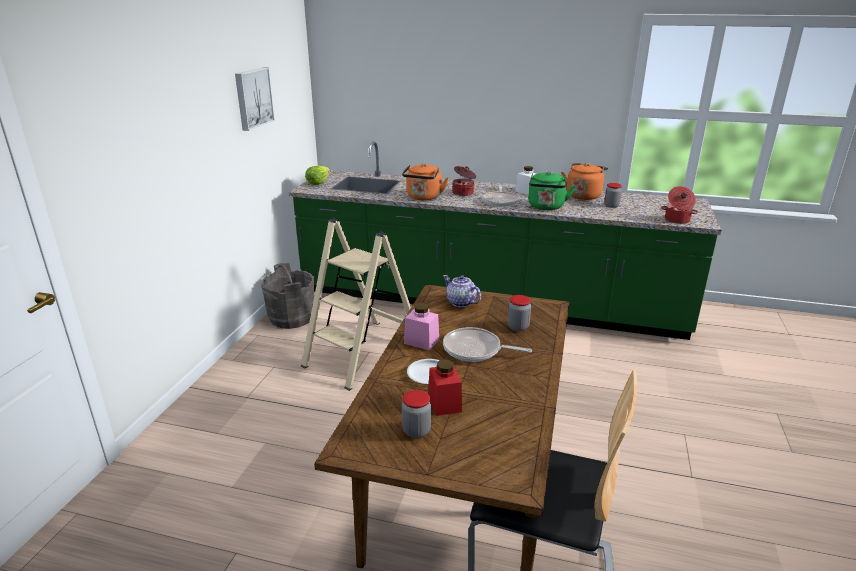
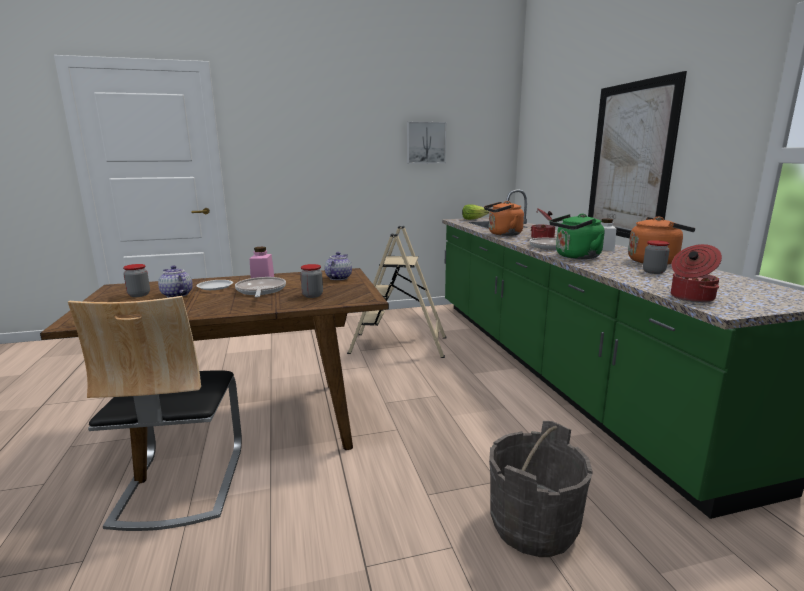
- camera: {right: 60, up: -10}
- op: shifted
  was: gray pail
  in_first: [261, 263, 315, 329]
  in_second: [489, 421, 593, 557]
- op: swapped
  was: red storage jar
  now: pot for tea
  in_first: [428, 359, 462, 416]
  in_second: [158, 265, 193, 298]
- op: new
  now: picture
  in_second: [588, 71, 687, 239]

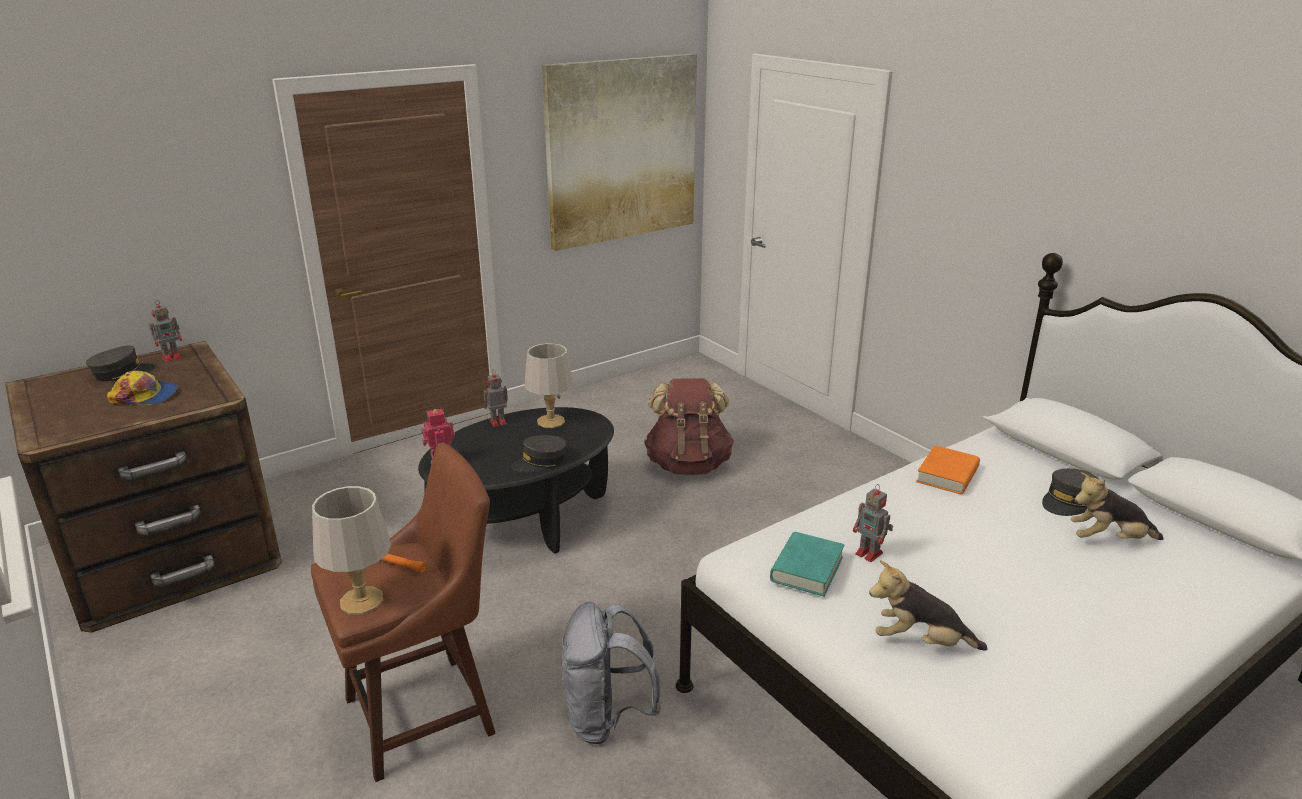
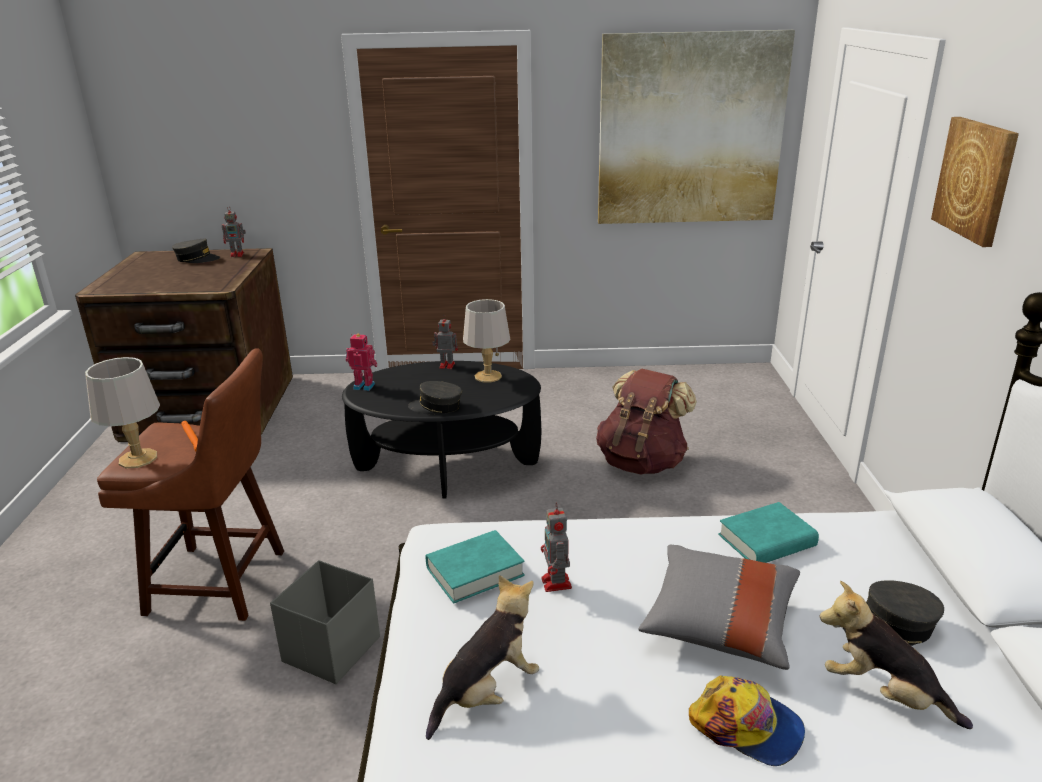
- camera: {right: 35, up: 0}
- op: shifted
  was: cap
  in_first: [107, 370, 178, 406]
  in_second: [689, 675, 805, 766]
- op: repainted
  was: orangey bound book
  now: turquoise bound book
  in_first: [916, 445, 980, 494]
  in_second: [718, 502, 819, 563]
- op: rotated
  was: soft toy
  in_first: [869, 560, 987, 651]
  in_second: [426, 575, 539, 740]
  clockwise: 90
- op: swapped
  was: gray rucksack
  now: gray storage bin
  in_first: [562, 602, 661, 744]
  in_second: [270, 560, 380, 684]
- op: new
  now: picture
  in_second: [931, 117, 1019, 247]
- op: new
  now: gray cushion
  in_second: [638, 545, 800, 670]

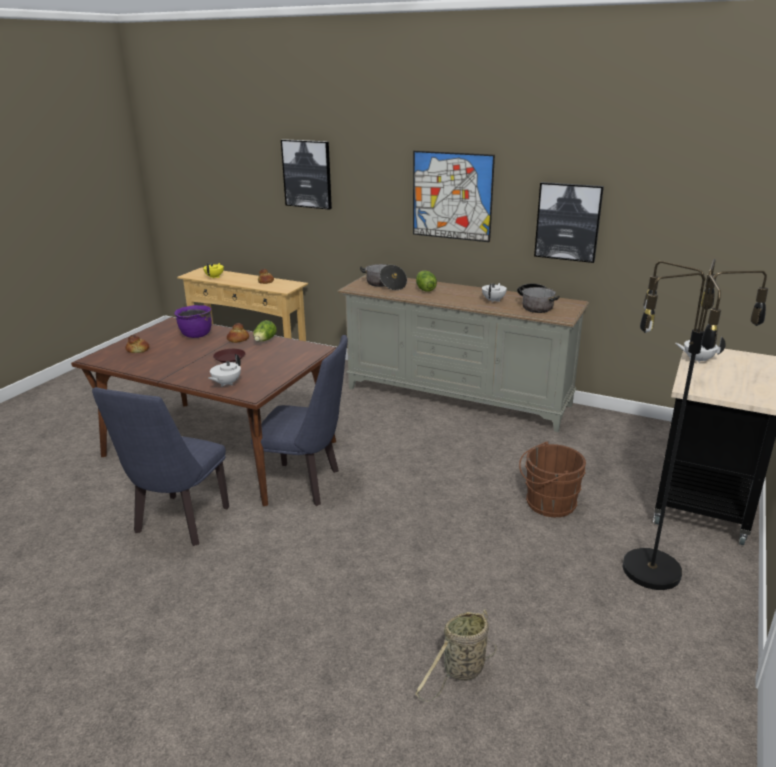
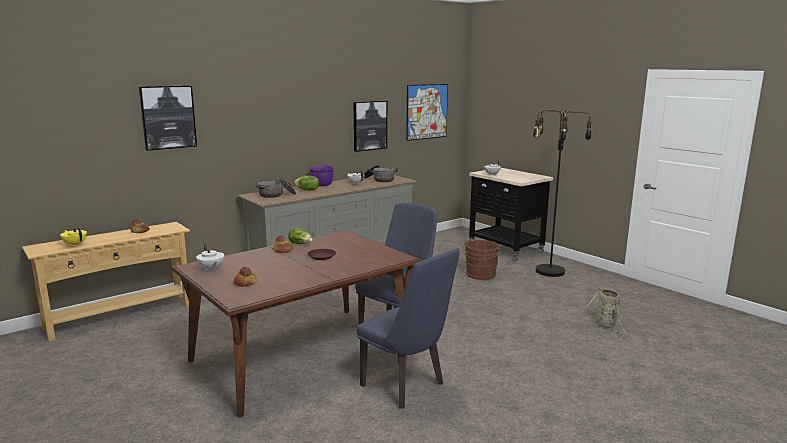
- camera: {right: -65, up: -10}
- op: shifted
  was: picture
  in_first: [413, 151, 495, 242]
  in_second: [406, 84, 448, 141]
- op: shifted
  was: purplish cooking pot
  in_first: [174, 305, 212, 338]
  in_second: [309, 165, 334, 186]
- op: shifted
  was: white-coloured pot for tea
  in_first: [208, 354, 241, 387]
  in_second: [196, 243, 224, 271]

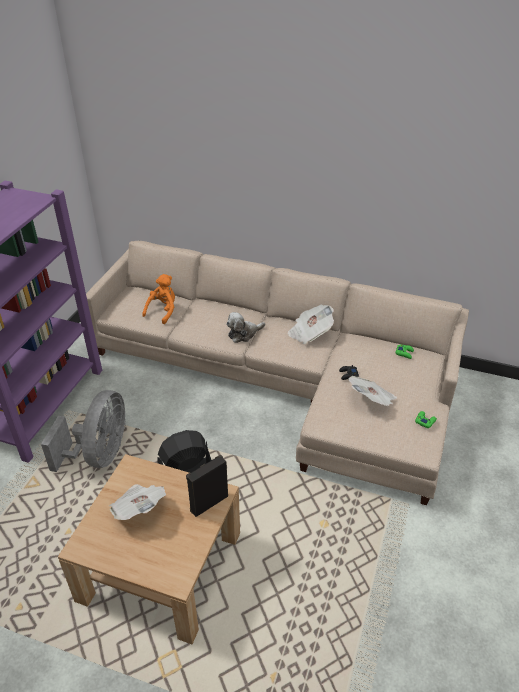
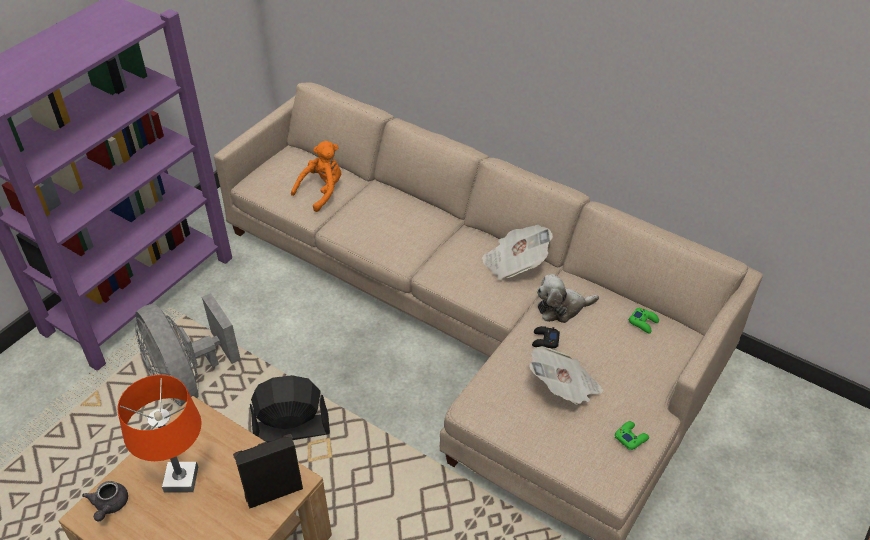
- camera: {right: 15, up: 5}
- op: shifted
  was: soft toy
  in_first: [226, 312, 265, 343]
  in_second: [537, 274, 599, 323]
- op: rotated
  was: gray cooling fan
  in_first: [41, 390, 126, 472]
  in_second: [135, 293, 241, 406]
  clockwise: 120
- op: swapped
  was: printed paper
  now: orangey table lamp
  in_first: [109, 484, 166, 520]
  in_second: [117, 375, 202, 493]
- op: new
  now: gray pot for tea
  in_second: [82, 481, 128, 522]

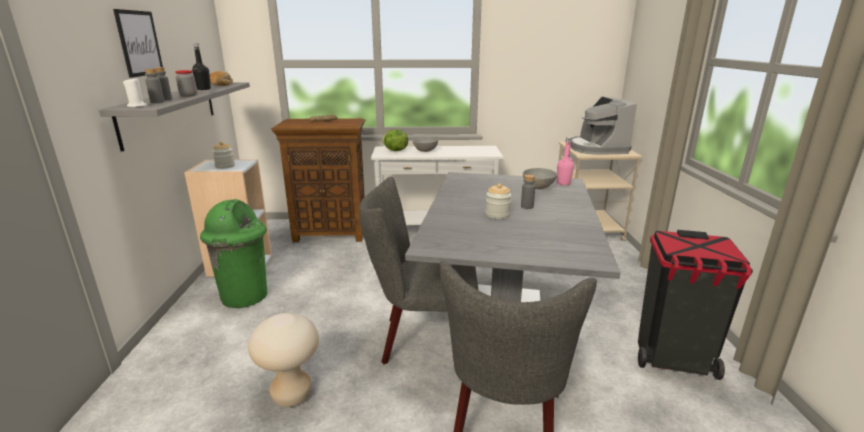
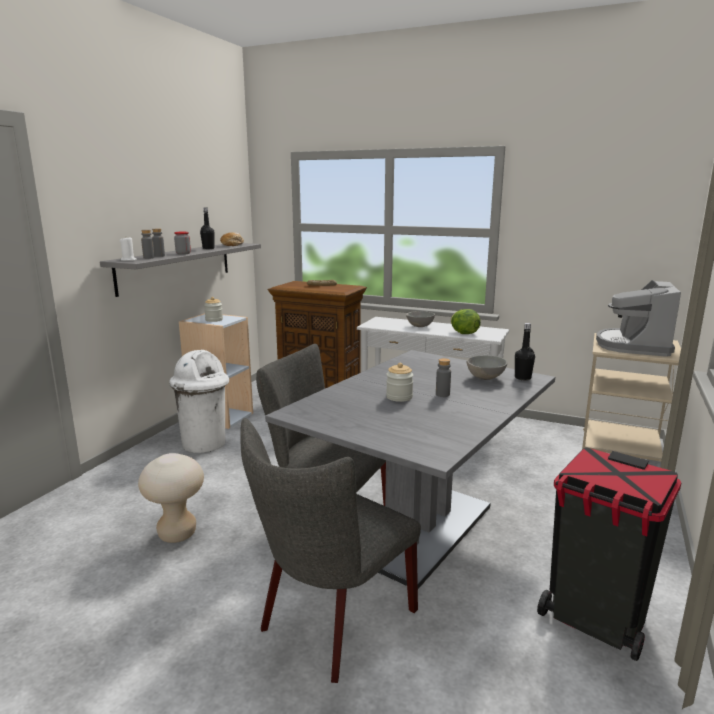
- camera: {right: 25, up: -5}
- op: gone
  was: picture
  in_first: [113, 9, 163, 78]
- op: shifted
  was: lettuce
  in_first: [382, 129, 408, 151]
  in_second: [451, 309, 481, 334]
- op: repainted
  was: pink bottle
  now: blackish bottle
  in_first: [557, 137, 574, 185]
  in_second: [515, 323, 535, 380]
- op: repainted
  was: green waste bin
  now: white-coloured waste bin
  in_first: [200, 199, 267, 308]
  in_second: [169, 350, 229, 453]

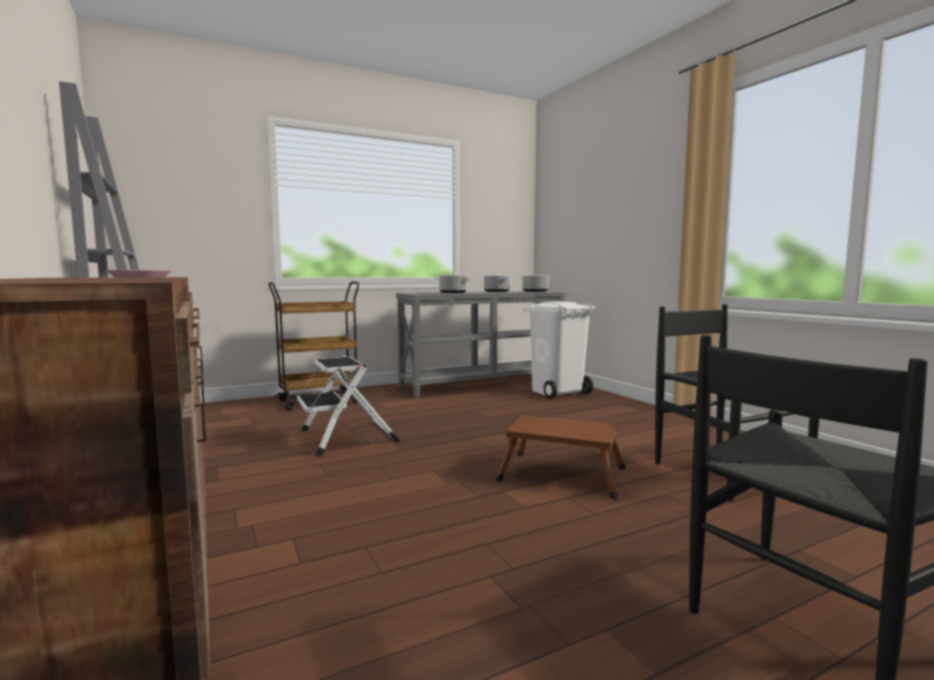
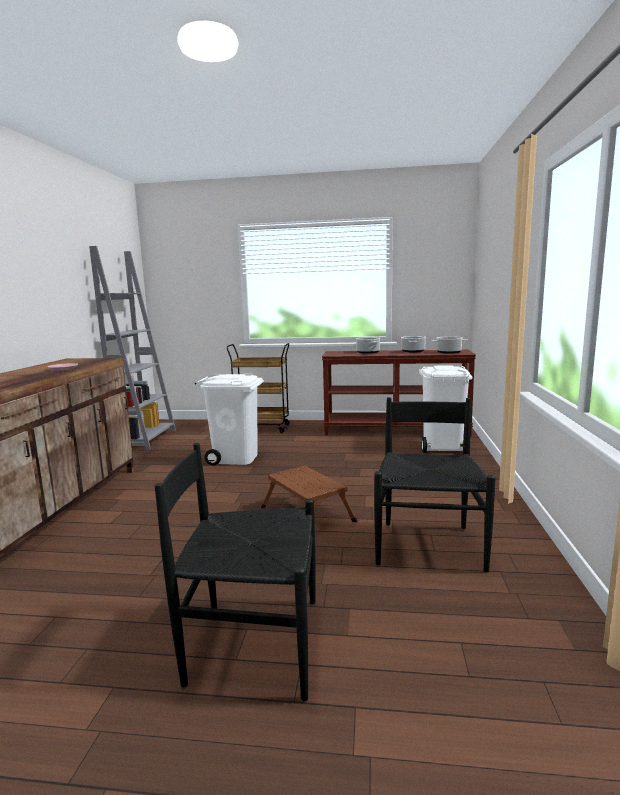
- camera: {right: 35, up: 5}
- op: repainted
  was: gray narrow table
  now: brown narrow table
  in_first: [396, 291, 566, 398]
  in_second: [322, 349, 476, 437]
- op: swapped
  was: step ladder
  now: white-coloured waste bin
  in_first: [297, 354, 401, 457]
  in_second: [195, 374, 264, 466]

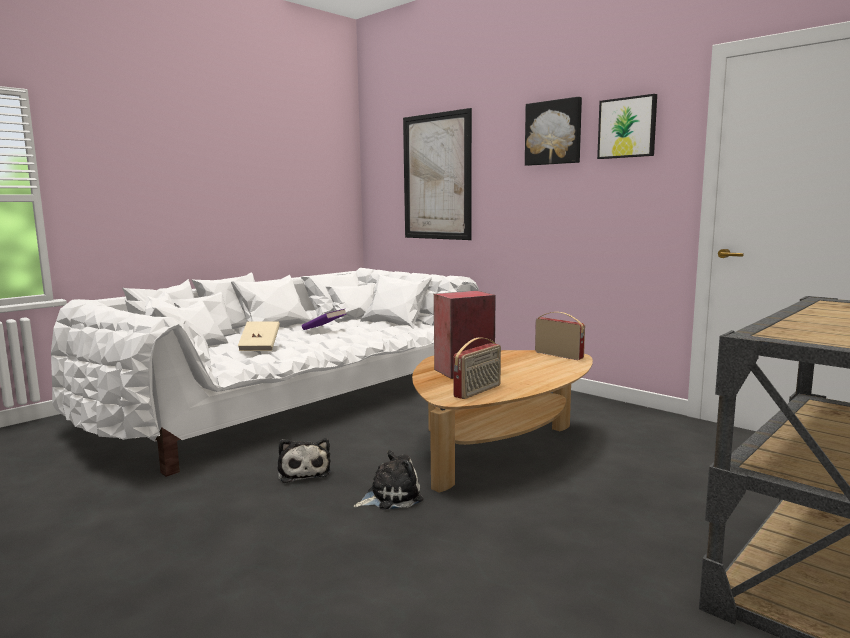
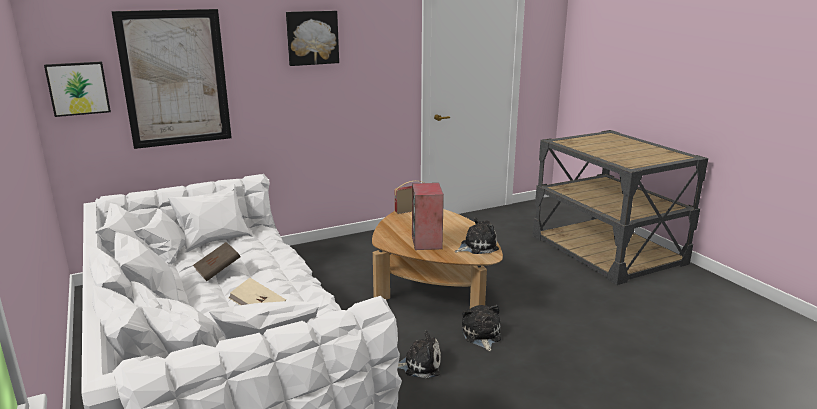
- camera: {right: -70, up: 10}
- op: shifted
  was: picture
  in_first: [597, 94, 657, 159]
  in_second: [44, 61, 111, 117]
- op: repainted
  was: purplish bound book
  now: brown bound book
  in_first: [302, 309, 346, 330]
  in_second: [193, 242, 241, 281]
- op: swapped
  was: radio receiver
  now: soft toy
  in_first: [453, 337, 501, 399]
  in_second: [455, 218, 499, 254]

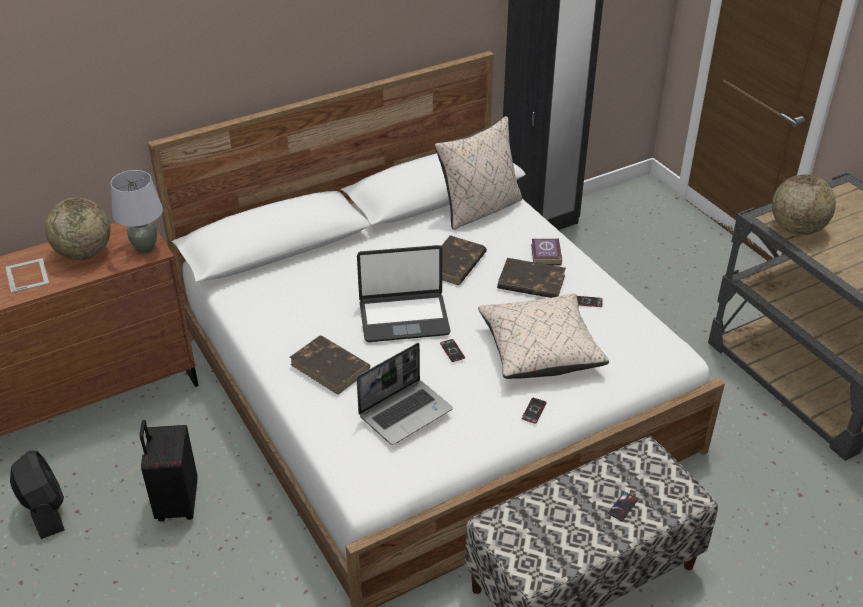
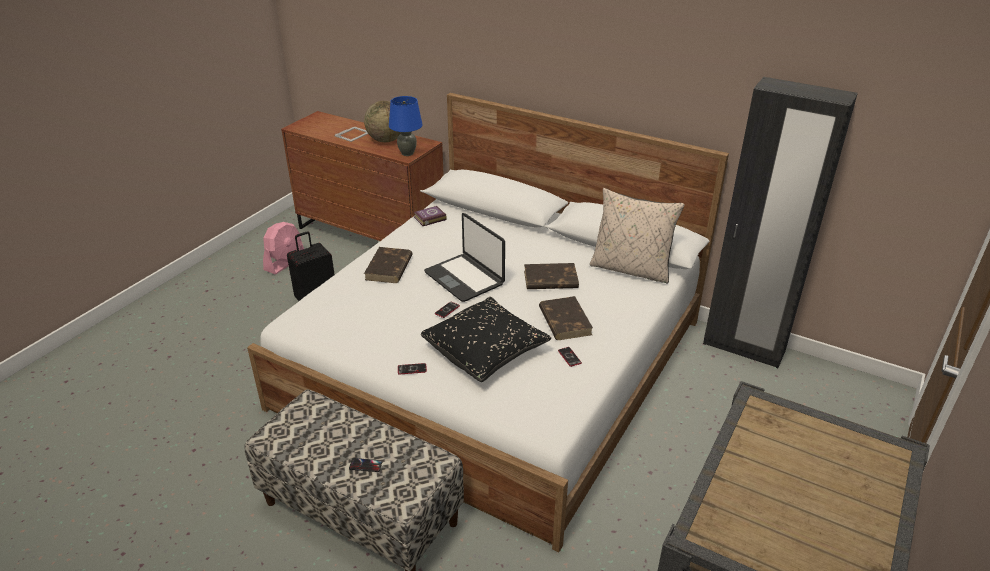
- camera: {right: 60, up: -5}
- op: repainted
  was: gray table lamp
  now: blue table lamp
  in_first: [111, 170, 163, 254]
  in_second: [389, 96, 423, 156]
- op: gone
  was: world globe
  in_first: [772, 174, 836, 235]
- op: shifted
  was: bound book
  in_first: [531, 238, 562, 265]
  in_second: [414, 206, 447, 226]
- op: repainted
  was: sand-coloured cushion
  now: blackish cushion
  in_first: [478, 294, 609, 379]
  in_second: [421, 297, 551, 382]
- op: gone
  was: notebook computer
  in_first: [356, 343, 453, 445]
- op: repainted
  was: blackish cooling fan
  now: pink cooling fan
  in_first: [10, 450, 65, 539]
  in_second: [263, 222, 304, 274]

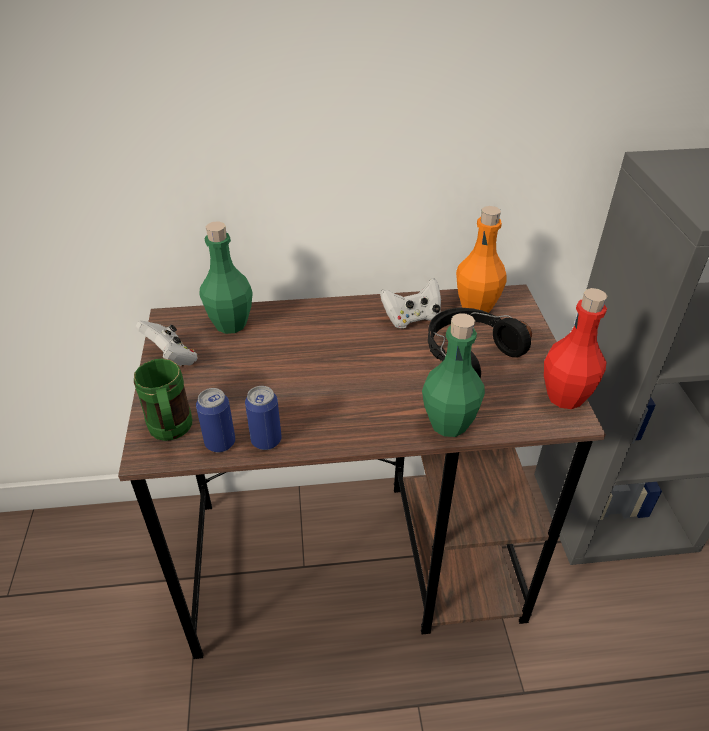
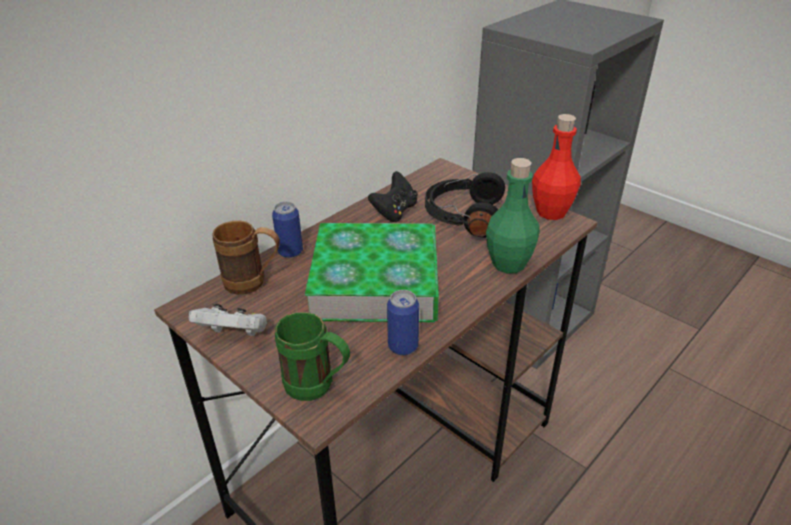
- camera: {right: -40, up: -5}
- op: gone
  was: orangey bottle
  in_first: [456, 206, 507, 313]
- op: swapped
  was: green bottle
  now: brown tea mug
  in_first: [200, 222, 253, 334]
  in_second: [212, 221, 280, 295]
- op: repainted
  was: white-coloured game controller
  now: blackish game controller
  in_first: [380, 278, 441, 329]
  in_second: [368, 171, 418, 222]
- op: shifted
  was: metal can
  in_first: [196, 388, 235, 453]
  in_second: [272, 202, 303, 258]
- op: new
  now: bound book
  in_second: [305, 223, 439, 322]

